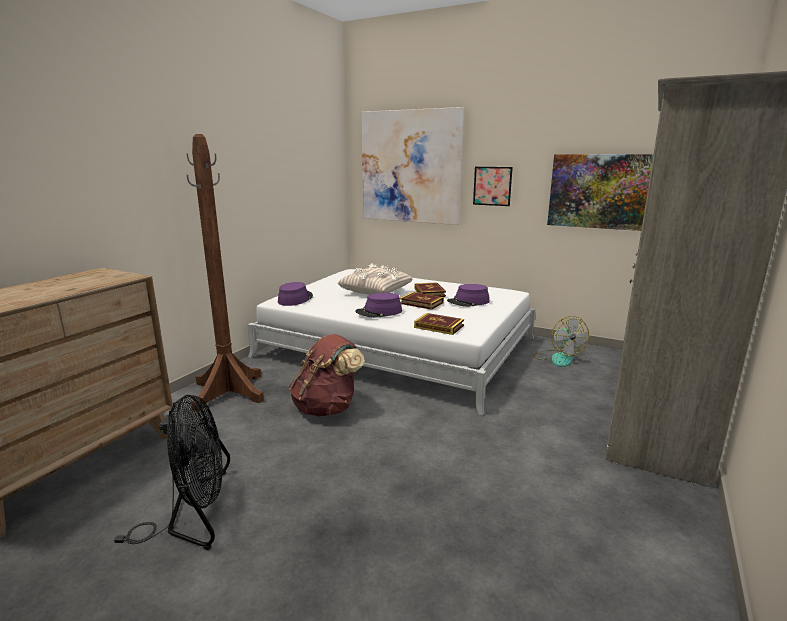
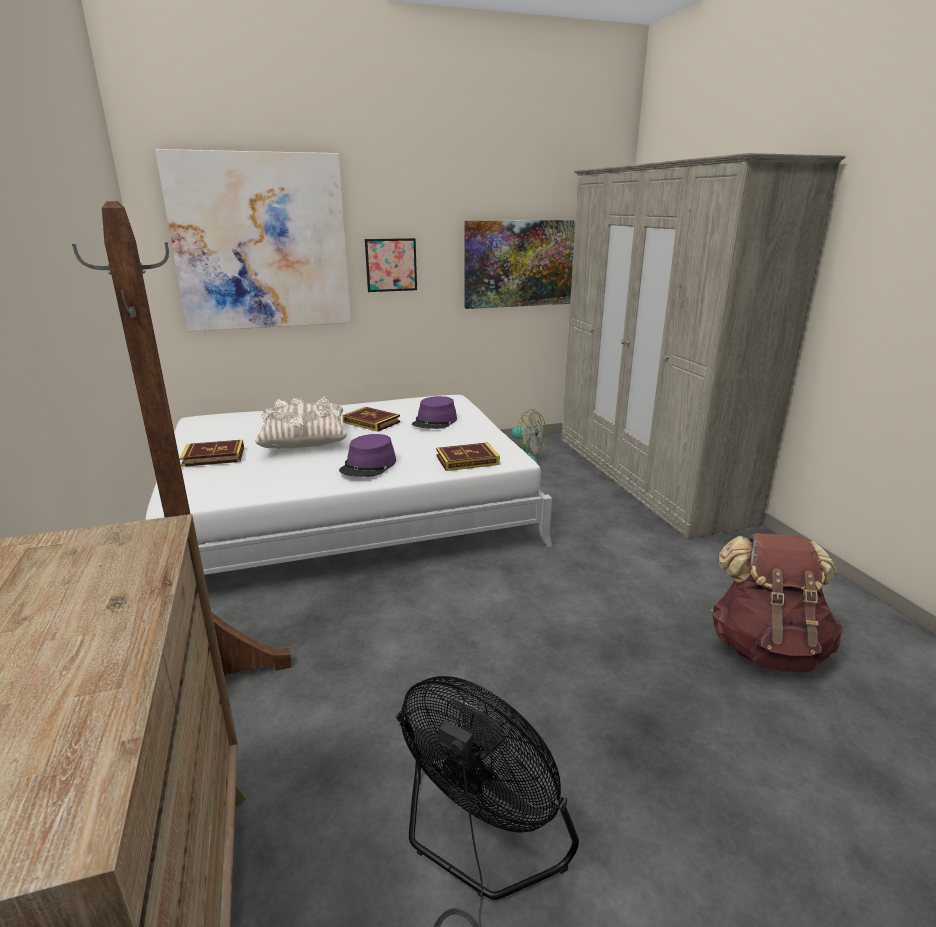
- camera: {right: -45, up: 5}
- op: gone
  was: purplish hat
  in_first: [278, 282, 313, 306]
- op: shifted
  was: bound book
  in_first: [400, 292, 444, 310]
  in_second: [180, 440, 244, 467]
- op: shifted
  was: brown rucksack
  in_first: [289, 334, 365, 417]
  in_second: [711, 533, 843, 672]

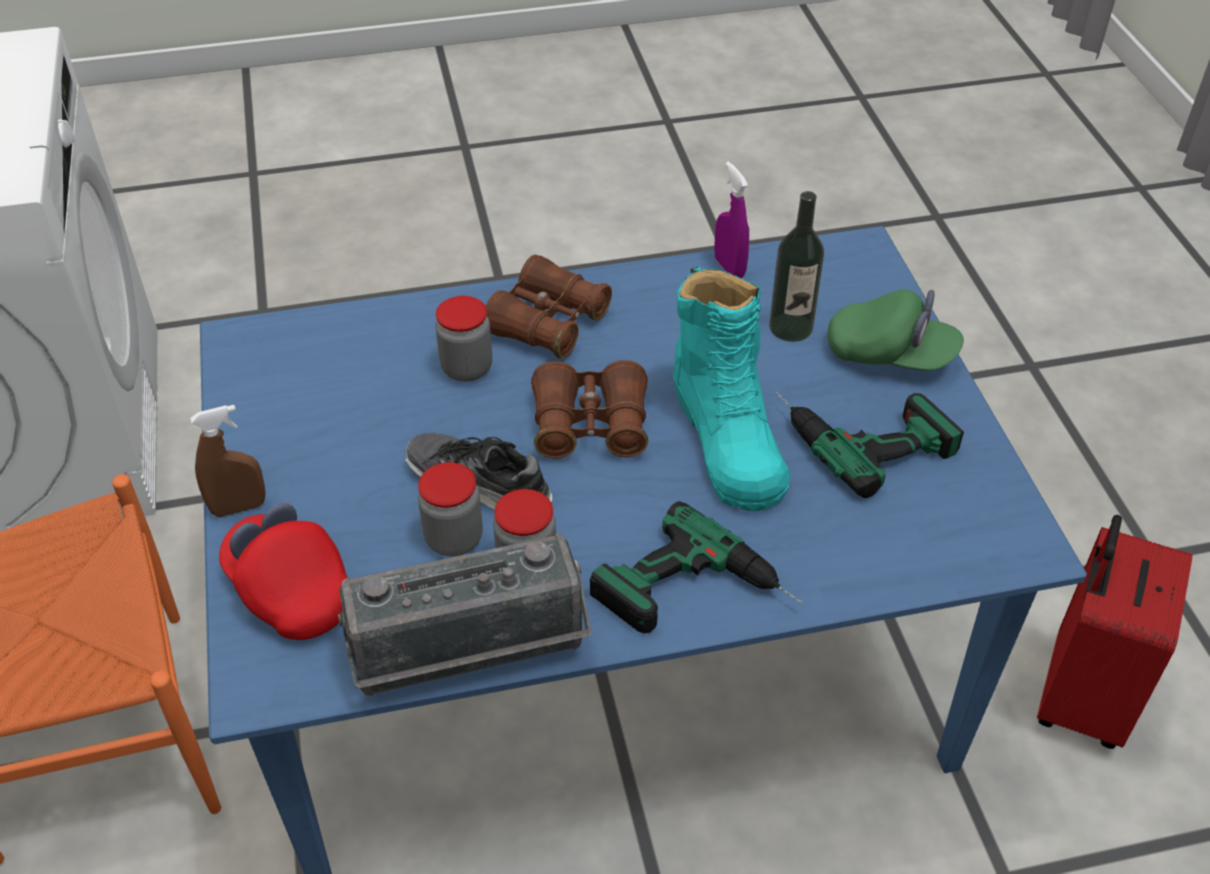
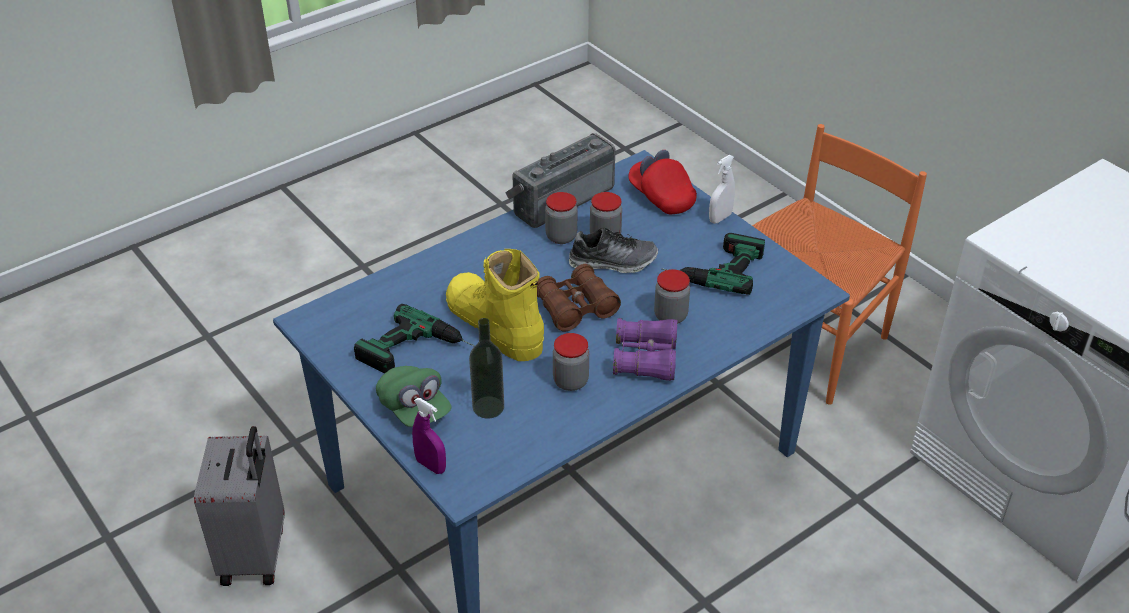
- camera: {right: 155, up: -5}
- op: shifted
  was: purplish hand sprayer
  in_first: [714, 161, 749, 278]
  in_second: [412, 398, 446, 474]
- op: repainted
  was: brown pair of binoculars
  now: purplish pair of binoculars
  in_first: [486, 255, 612, 358]
  in_second: [613, 318, 677, 381]
- op: repainted
  was: turquoise boot
  now: yellow boot
  in_first: [673, 267, 790, 511]
  in_second: [446, 249, 544, 361]
- op: rotated
  was: green cap
  in_first: [828, 289, 964, 371]
  in_second: [376, 366, 452, 427]
  clockwise: -120
- op: repainted
  was: brown hand sprayer
  now: white-coloured hand sprayer
  in_first: [191, 405, 266, 517]
  in_second: [709, 155, 735, 224]
- op: shifted
  was: drill
  in_first: [590, 501, 803, 633]
  in_second: [661, 233, 765, 295]
- op: rotated
  was: red cap
  in_first: [219, 503, 348, 640]
  in_second: [629, 150, 697, 214]
  clockwise: -150
- op: repainted
  was: red suitcase
  now: gray suitcase
  in_first: [1037, 515, 1192, 749]
  in_second: [194, 426, 285, 586]
- op: new
  now: storage jar
  in_second: [553, 333, 589, 391]

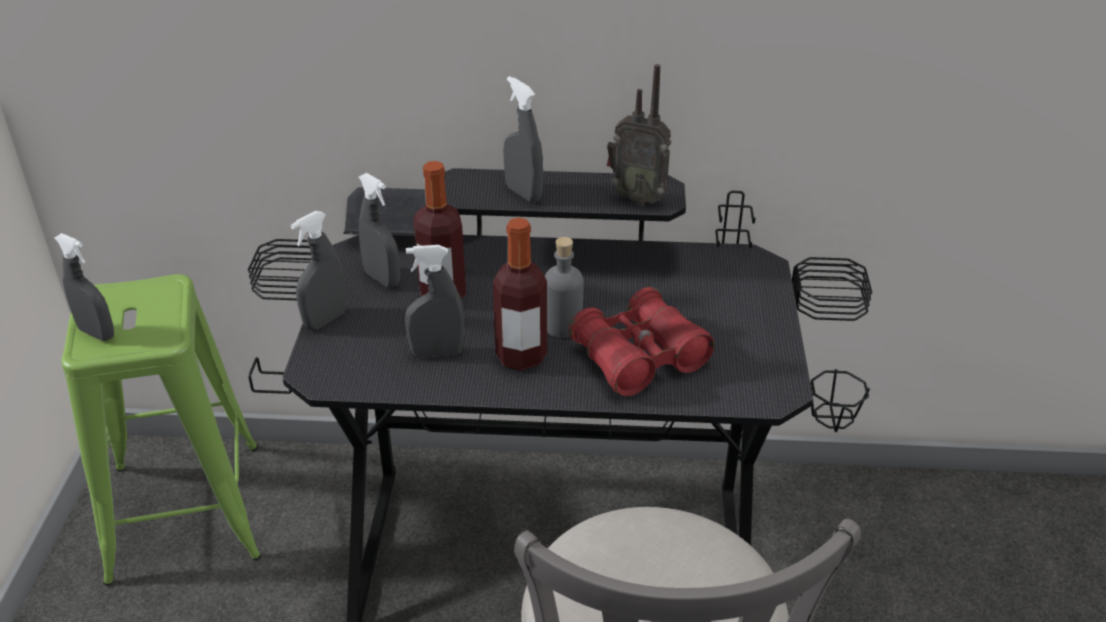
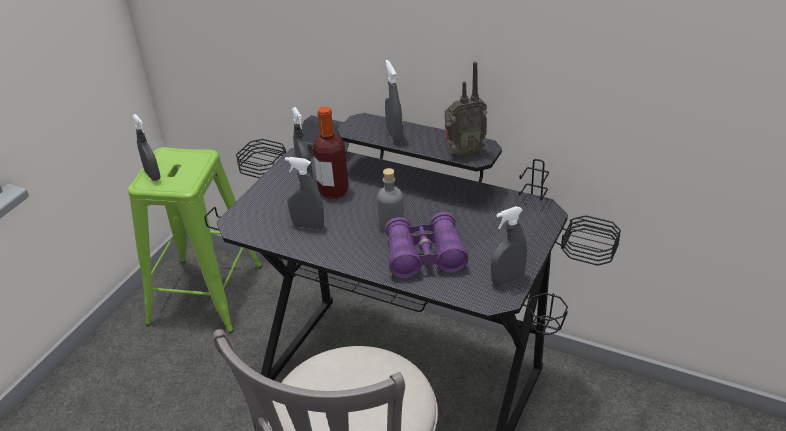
- camera: {right: 25, up: 0}
- op: rotated
  was: radio receiver
  in_first: [607, 64, 671, 206]
  in_second: [445, 61, 488, 157]
  clockwise: -60
- op: shifted
  was: gray hand sprayer
  in_first: [290, 211, 346, 330]
  in_second: [491, 206, 527, 286]
- op: gone
  was: bottle
  in_first: [493, 217, 547, 370]
- op: repainted
  was: red pair of binoculars
  now: purplish pair of binoculars
  in_first: [569, 287, 715, 397]
  in_second: [385, 212, 468, 279]

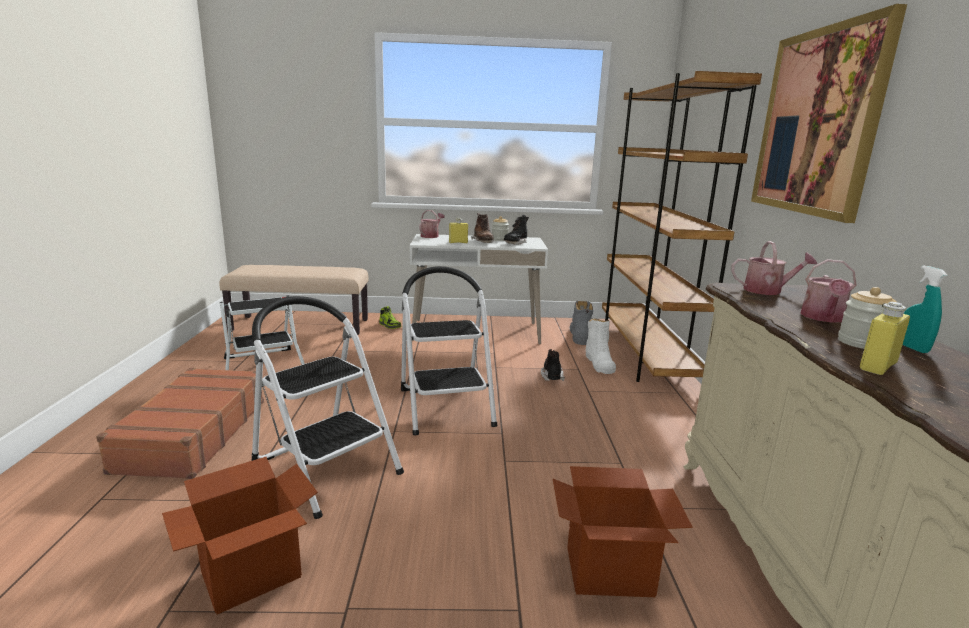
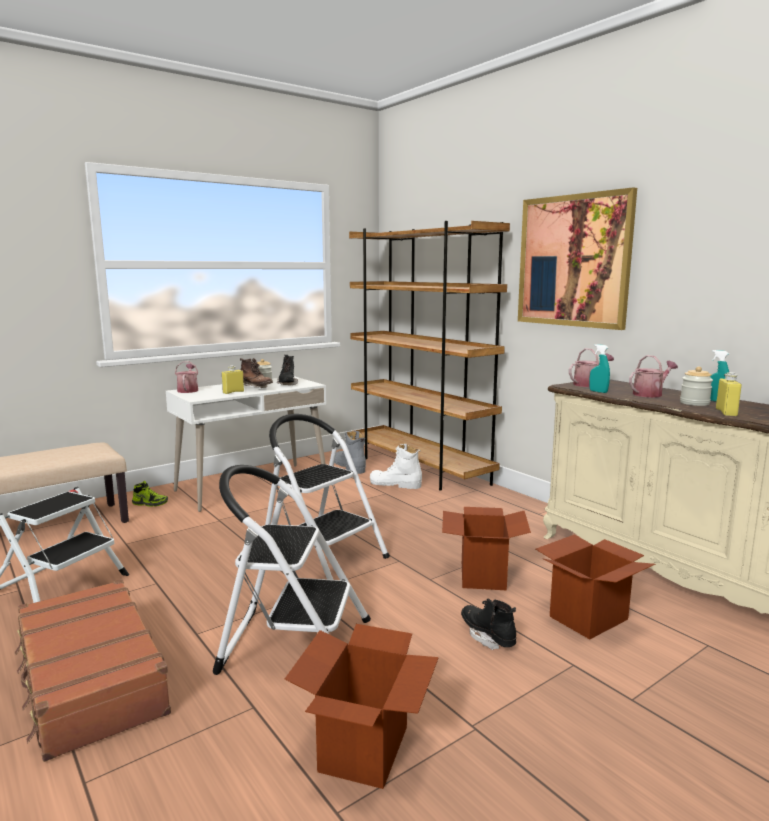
- camera: {right: -35, up: -5}
- op: rotated
  was: watering can
  in_first: [800, 259, 857, 323]
  in_second: [629, 355, 678, 398]
  clockwise: -105
- op: rotated
  was: white-coloured boot
  in_first: [585, 318, 616, 374]
  in_second: [370, 444, 422, 489]
  clockwise: 150
- op: shifted
  was: blackish boot
  in_first: [541, 349, 565, 381]
  in_second: [461, 598, 516, 650]
- op: new
  now: turquoise hand sprayer
  in_second: [590, 344, 610, 393]
- op: new
  now: packing box
  in_second: [442, 507, 531, 590]

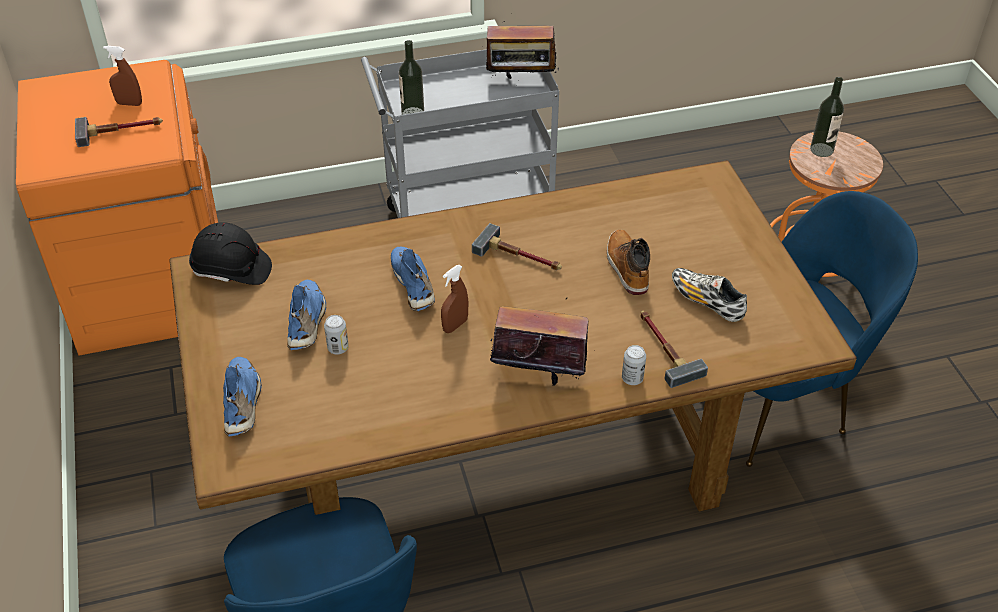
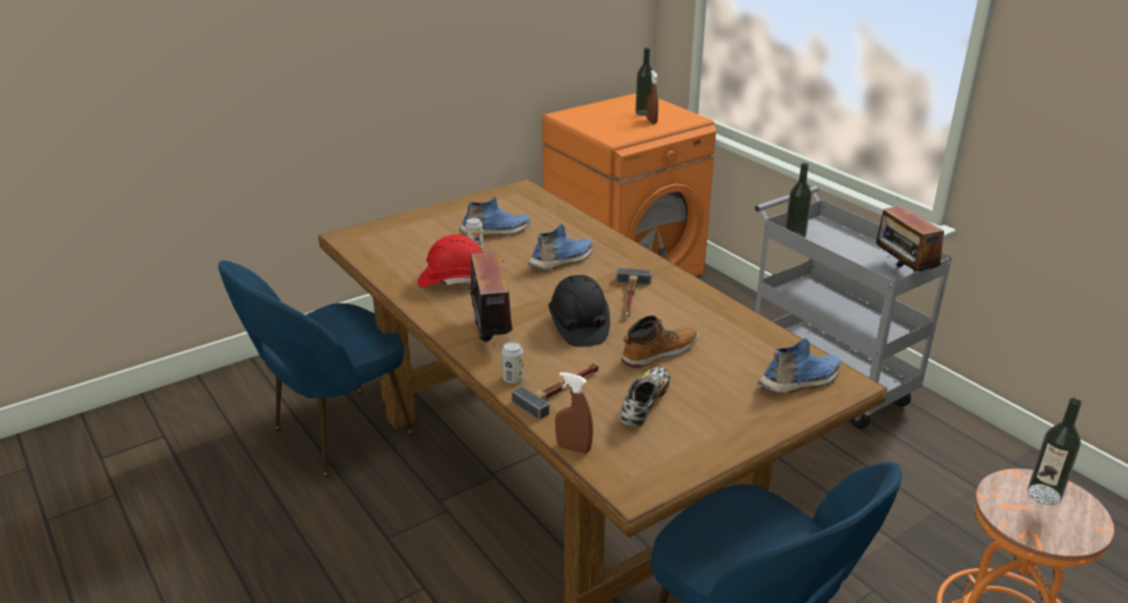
- camera: {right: 70, up: -15}
- op: gone
  was: tool hammer
  in_first: [75, 117, 163, 147]
- op: shifted
  was: blackish safety helmet
  in_first: [189, 222, 272, 285]
  in_second: [549, 275, 610, 347]
- op: shifted
  was: brown hand sprayer
  in_first: [441, 265, 468, 333]
  in_second: [555, 372, 593, 454]
- op: shifted
  was: blue item of footwear
  in_first: [223, 357, 262, 437]
  in_second: [758, 338, 841, 393]
- op: new
  now: bottle
  in_second: [635, 48, 653, 116]
- op: new
  now: red safety helmet
  in_second: [418, 234, 483, 287]

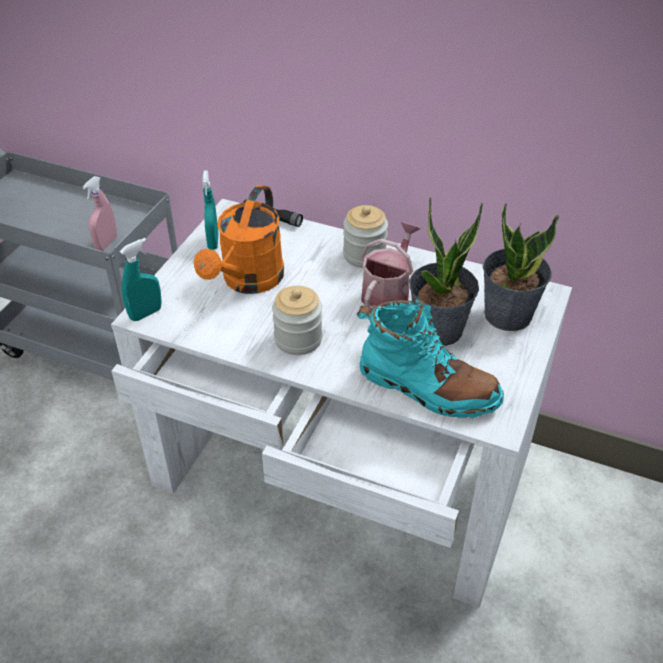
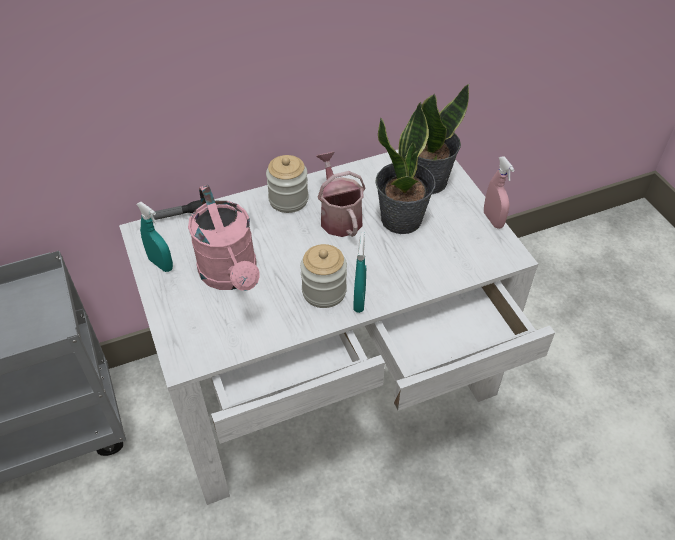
- camera: {right: -45, up: 5}
- op: shifted
  was: pink hand sprayer
  in_first: [83, 176, 117, 250]
  in_second: [484, 156, 515, 229]
- op: repainted
  was: orangey watering can
  now: pink watering can
  in_first: [194, 185, 284, 294]
  in_second: [188, 185, 259, 291]
- op: shifted
  was: turquoise hand sprayer
  in_first: [120, 238, 162, 321]
  in_second: [353, 232, 366, 313]
- op: gone
  was: turquoise boot
  in_first: [357, 299, 504, 418]

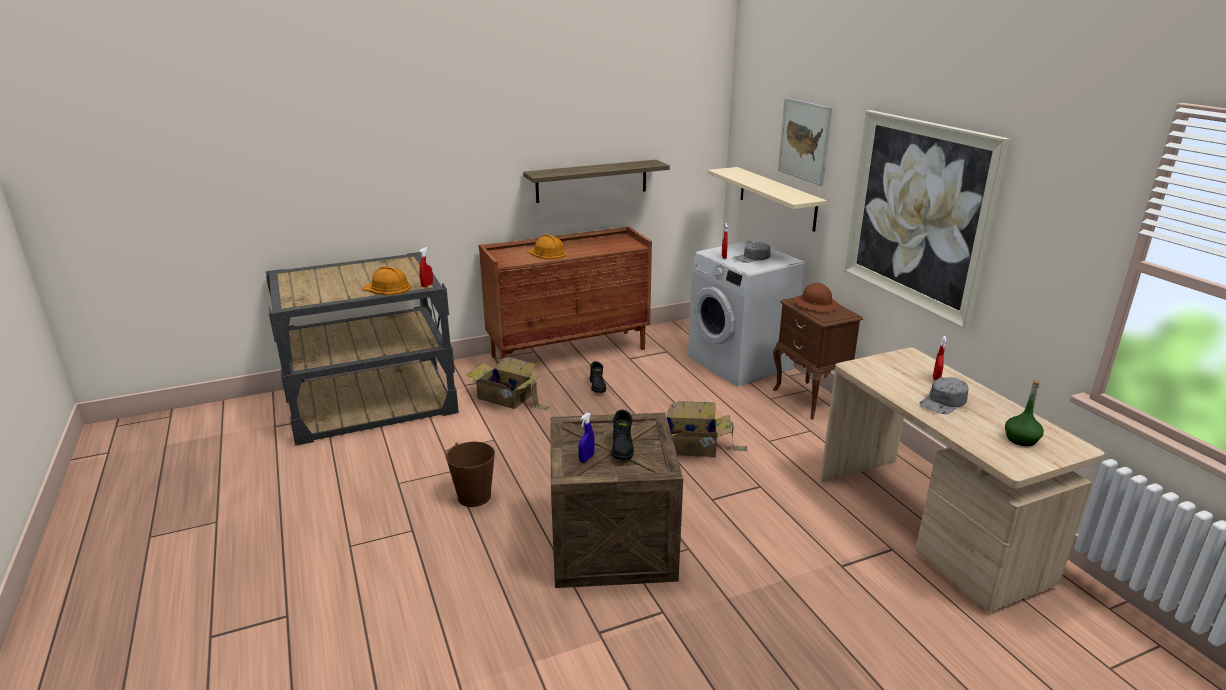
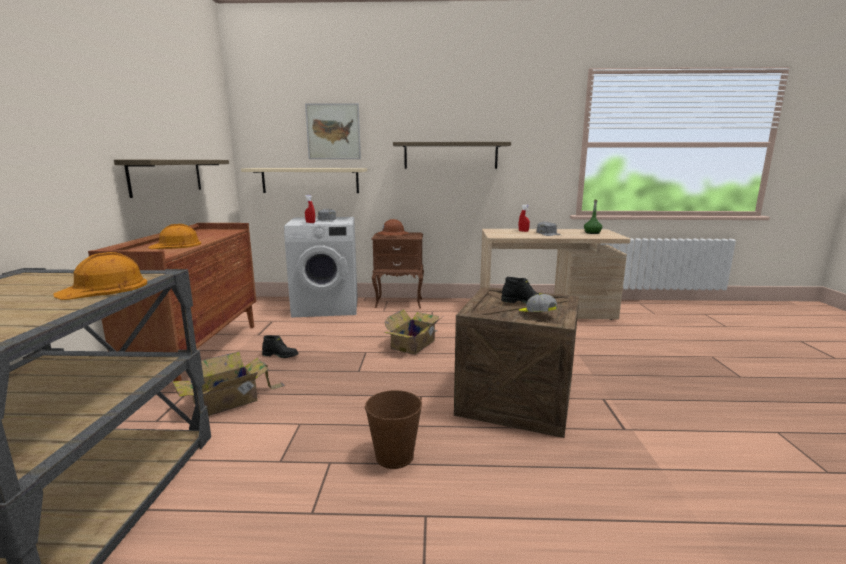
- camera: {right: -65, up: -10}
- op: swapped
  was: picture
  now: wall shelf
  in_first: [844, 110, 1010, 329]
  in_second: [393, 142, 511, 169]
- op: gone
  was: red hand sprayer
  in_first: [419, 247, 433, 287]
- op: swapped
  was: blue hand sprayer
  now: cap
  in_first: [578, 412, 594, 463]
  in_second: [519, 293, 558, 312]

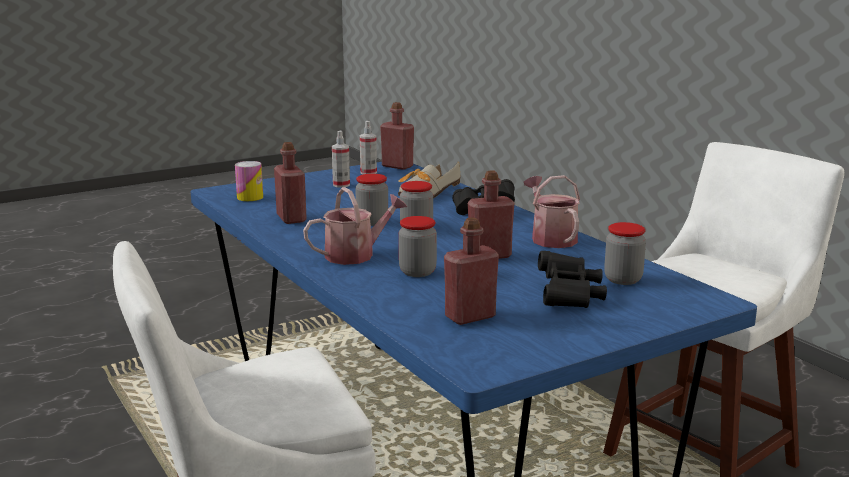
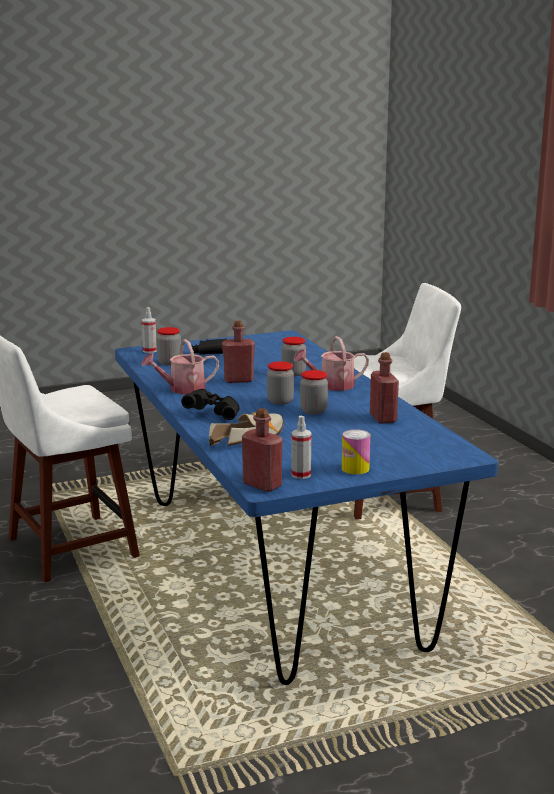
- camera: {right: -170, up: 0}
- op: shifted
  was: hand sprayer
  in_first: [332, 131, 350, 188]
  in_second: [142, 307, 157, 353]
- op: shifted
  was: metal can
  in_first: [235, 161, 263, 201]
  in_second: [342, 429, 370, 474]
- op: rotated
  was: watering can
  in_first: [524, 175, 580, 248]
  in_second: [142, 339, 219, 394]
  clockwise: 75
- op: gone
  was: red bottle
  in_first: [444, 217, 499, 325]

